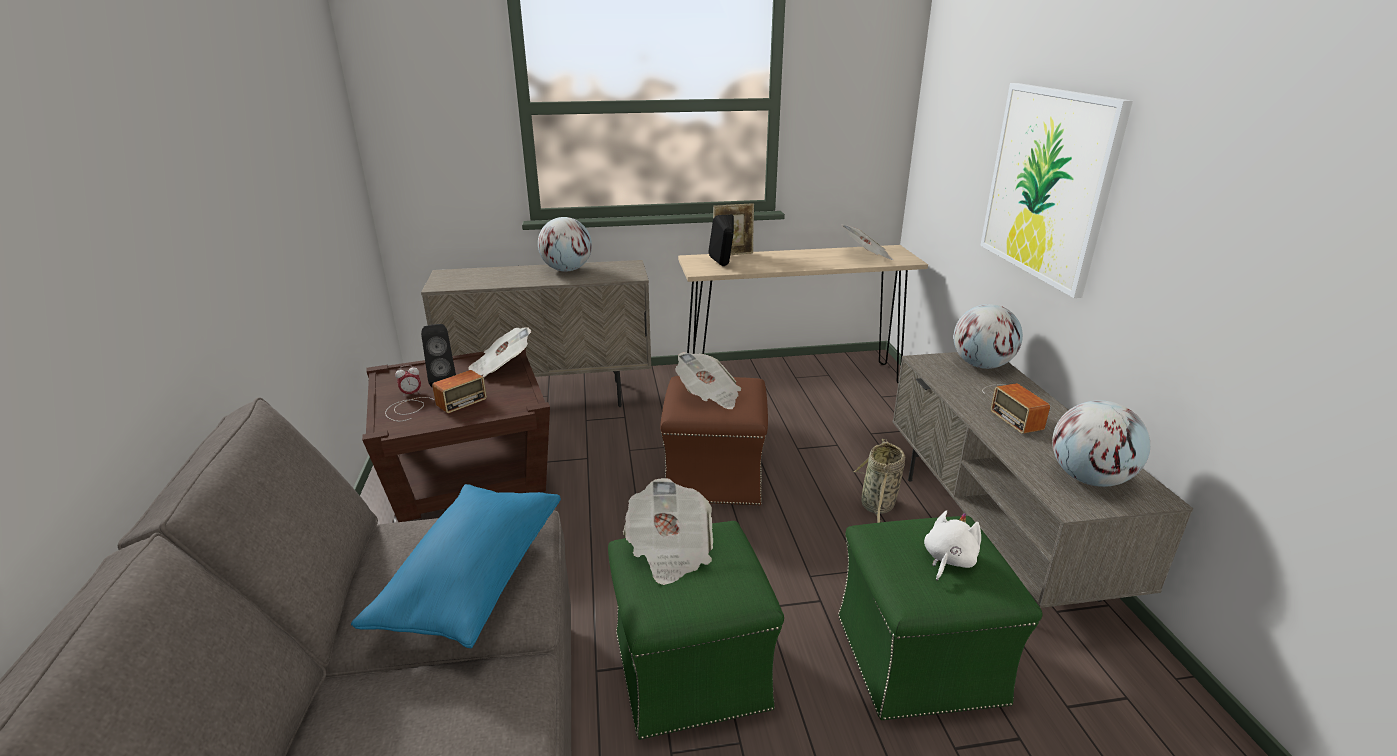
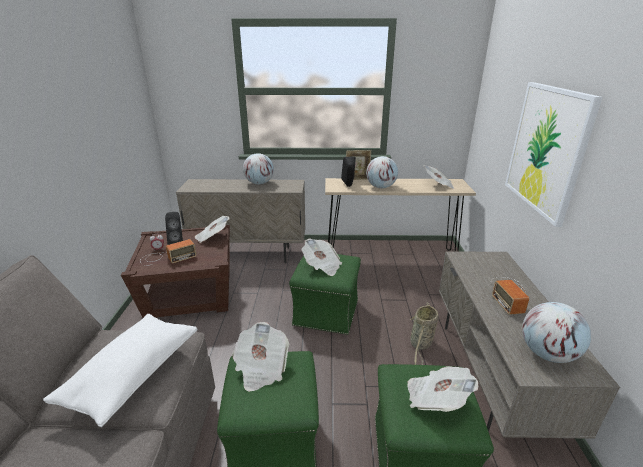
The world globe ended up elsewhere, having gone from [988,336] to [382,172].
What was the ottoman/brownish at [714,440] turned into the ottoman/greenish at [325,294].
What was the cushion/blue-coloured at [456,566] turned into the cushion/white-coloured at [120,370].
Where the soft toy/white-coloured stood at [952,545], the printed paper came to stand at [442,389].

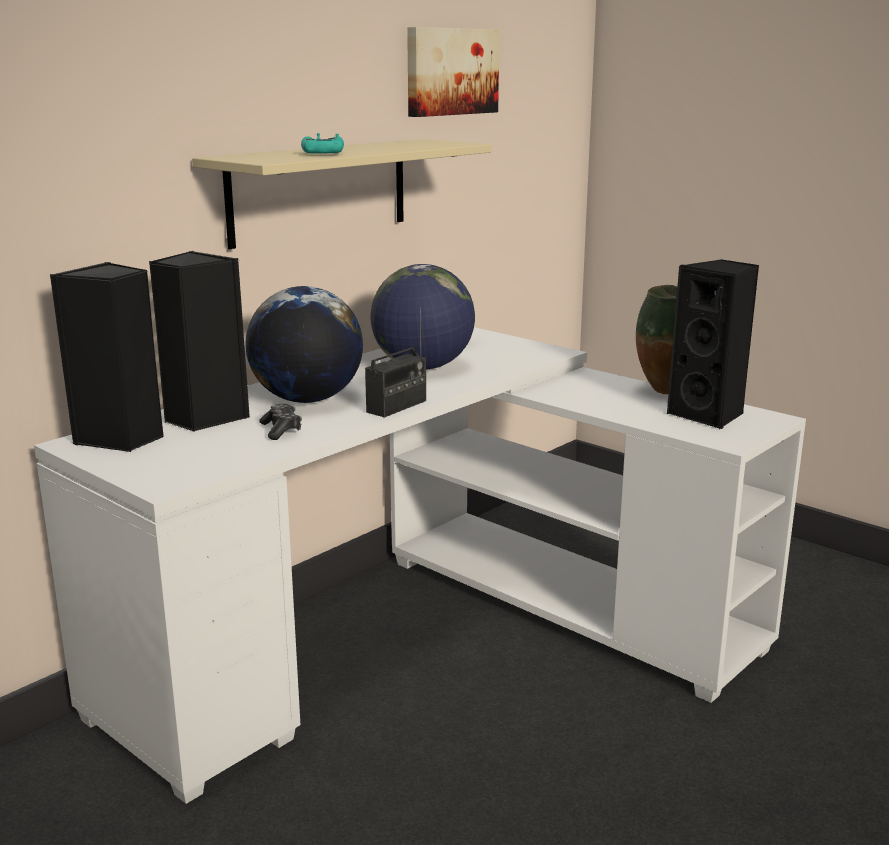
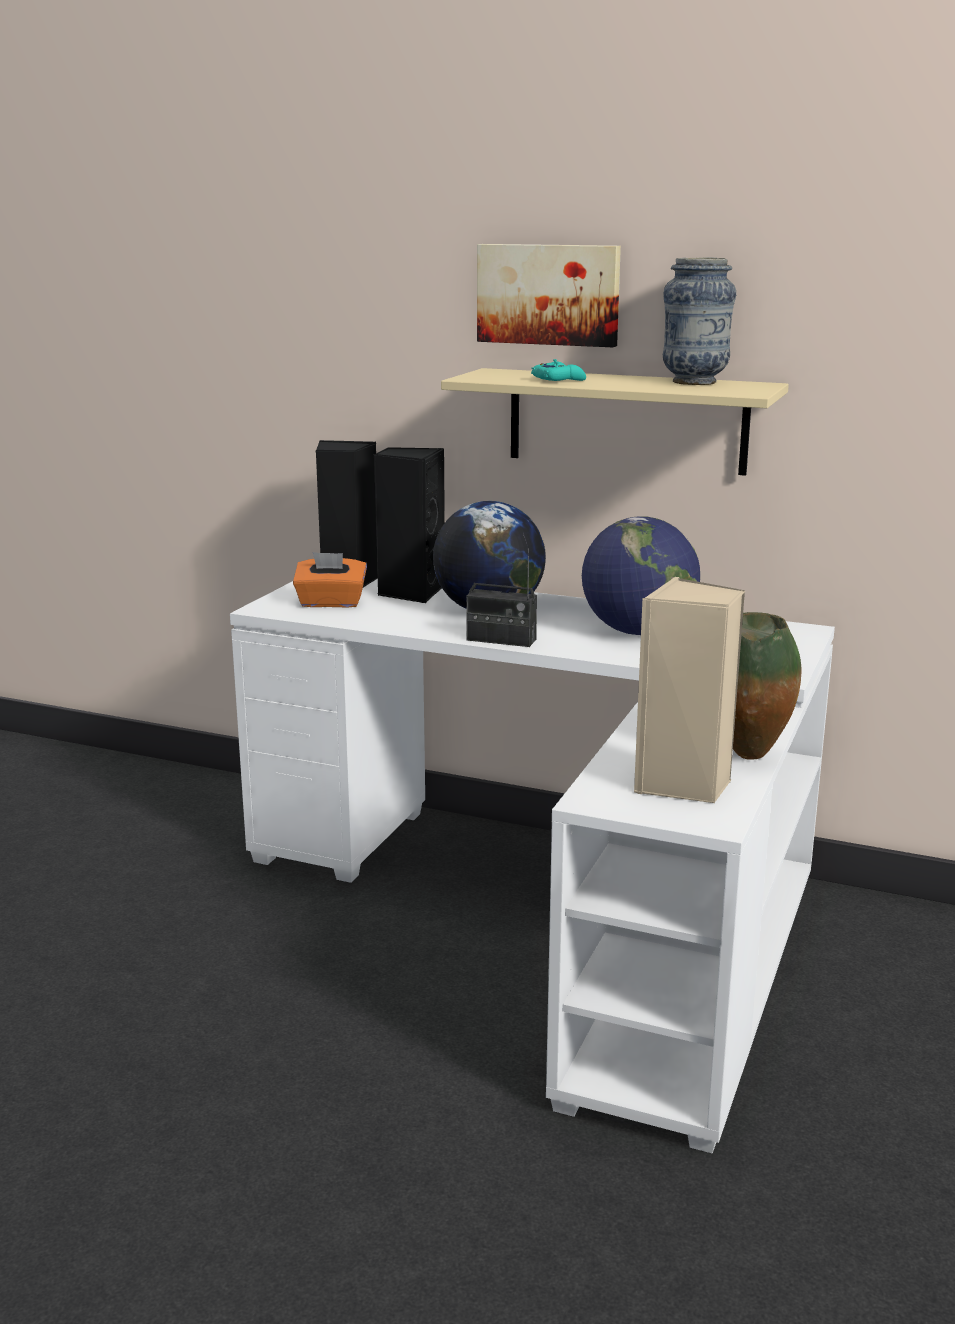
The picture ended up elsewhere, having gone from [453,72] to [549,295].
What was the audio speaker/black at [713,344] turned into the audio speaker/beige at [689,690].
The second view lost the game controller at [280,422].
The second view gained the flower vase at [699,321].
The second view gained the box of tissues/orange at [330,580].

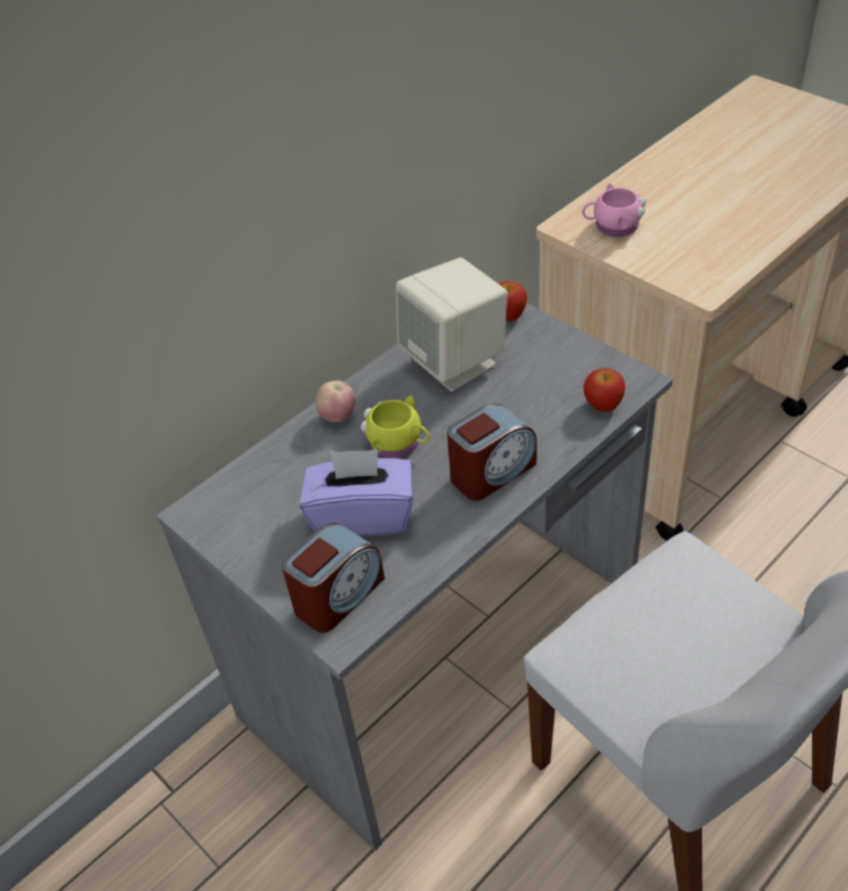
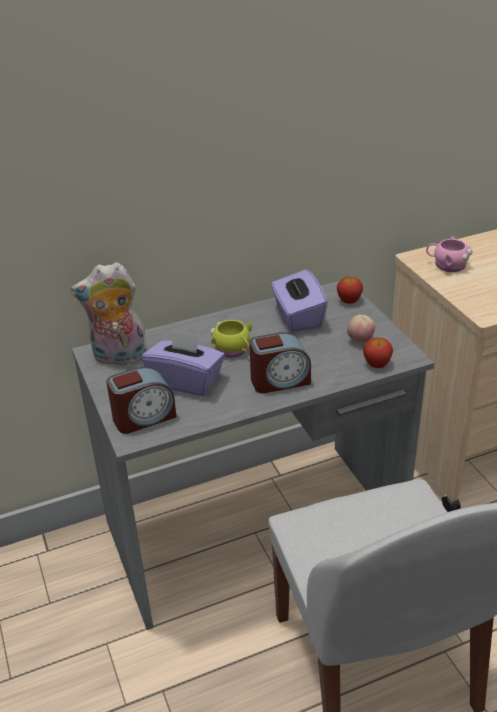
Where the audio speaker/beige stood at [452,324], the box of tissues/purple-coloured came to stand at [299,300].
The whole apple ended up elsewhere, having gone from [335,401] to [361,329].
The second view gained the soft toy at [109,314].

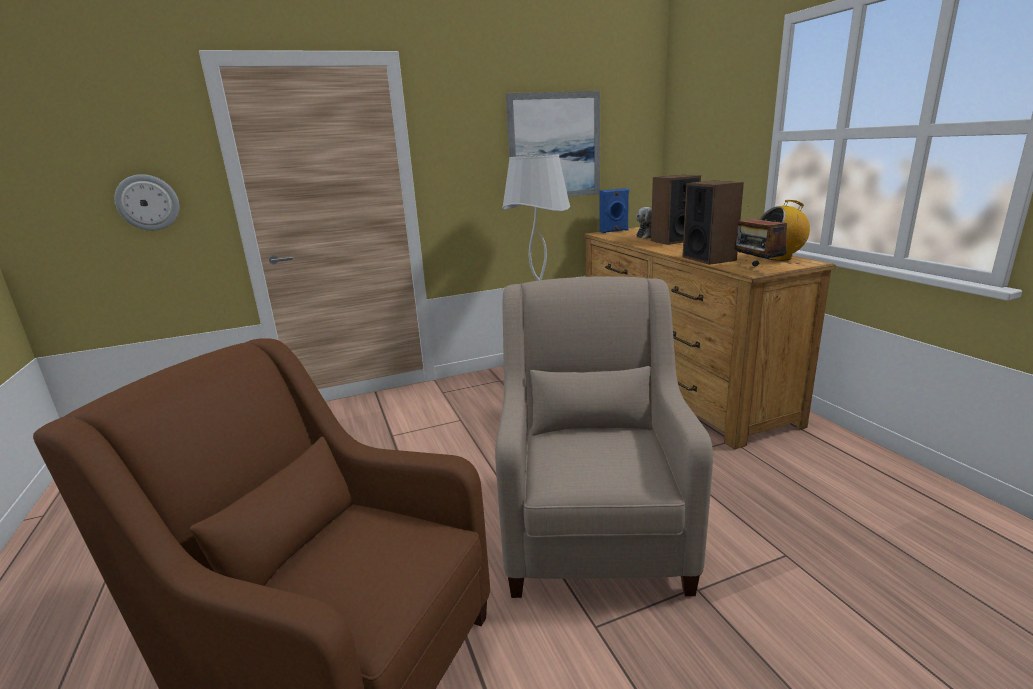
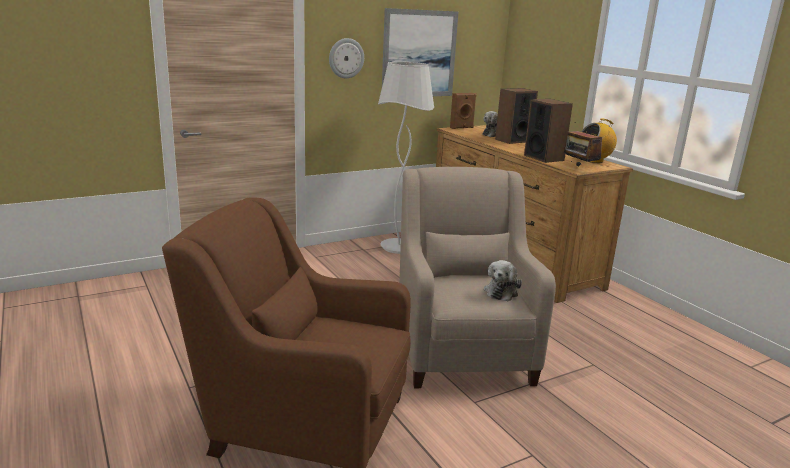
The clock on the wall ended up elsewhere, having gone from [146,202] to [346,58].
What was the audio speaker/blue-coloured at [614,210] turned into the audio speaker/brownish at [463,111].
The second view gained the soft toy at [503,281].

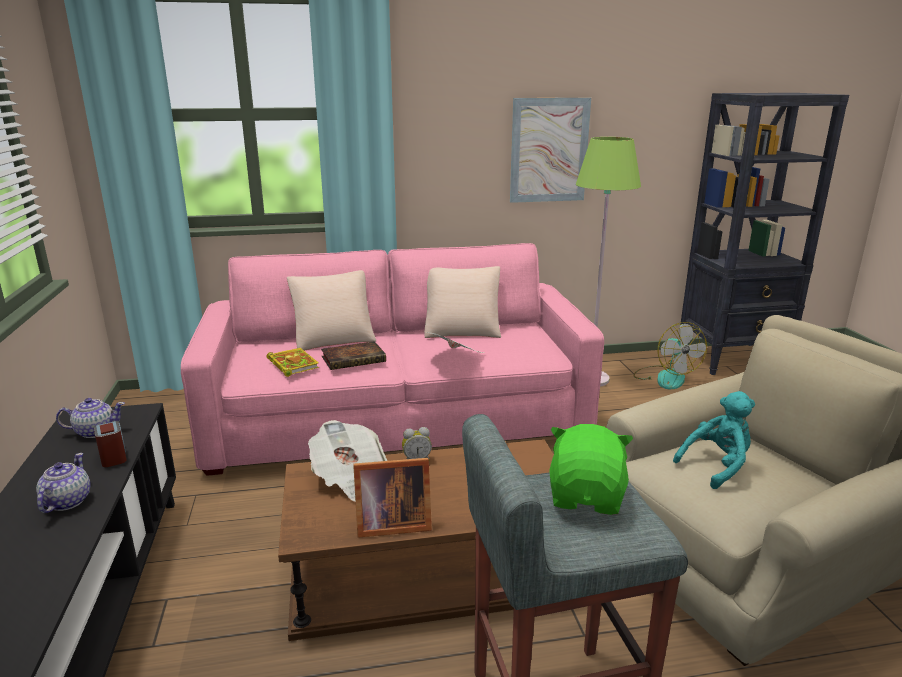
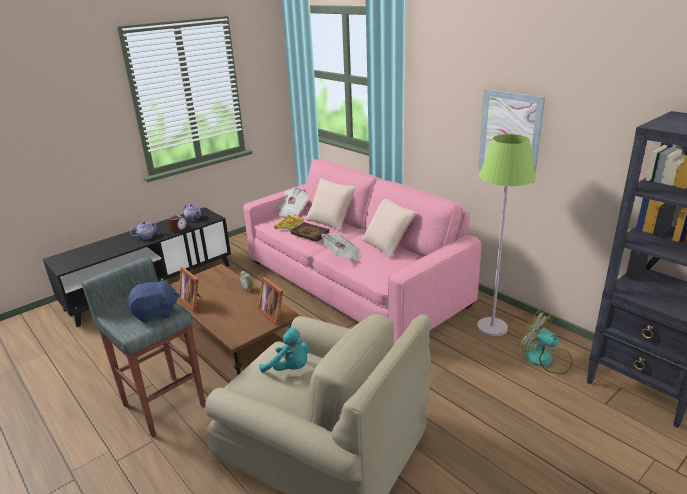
The fan at [670,356] ended up facing another way, 90 degrees clockwise from before.
The printed paper ended up elsewhere, having gone from [347,461] to [293,202].
What was the soft toy/greenish at [591,469] turned into the soft toy/blue-coloured at [154,300].
The second view gained the standing frame at [270,301].

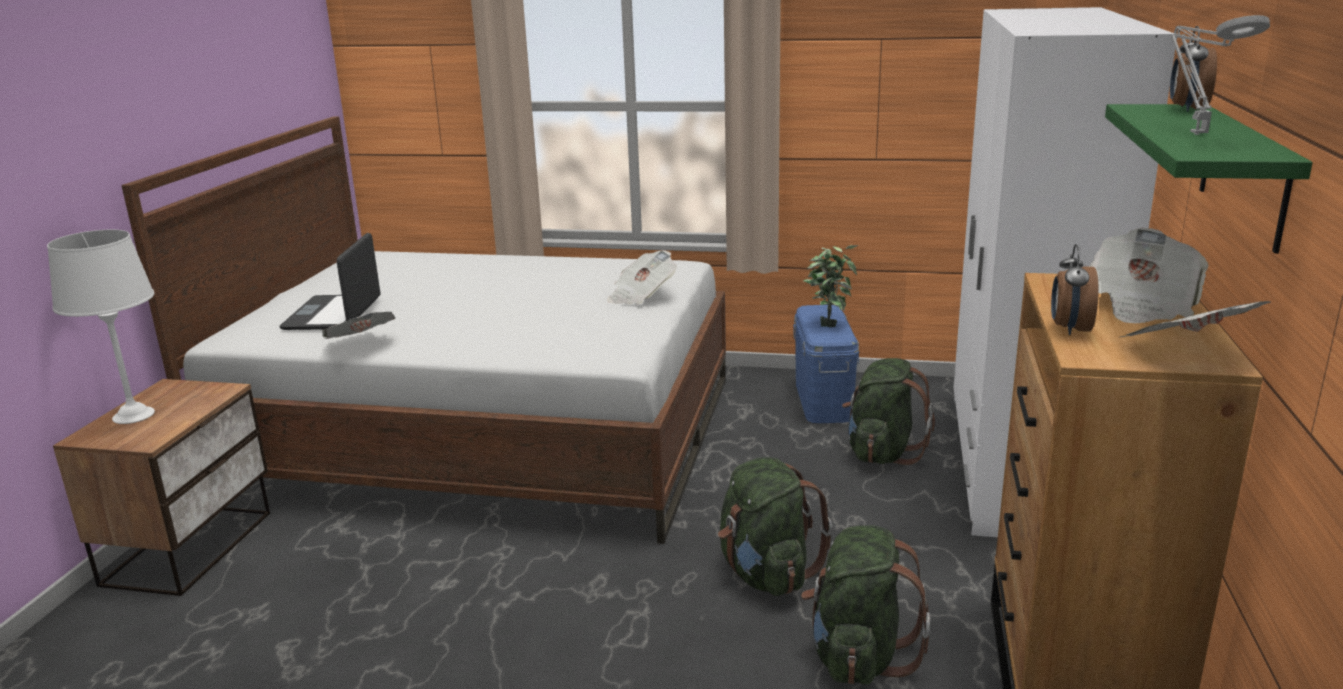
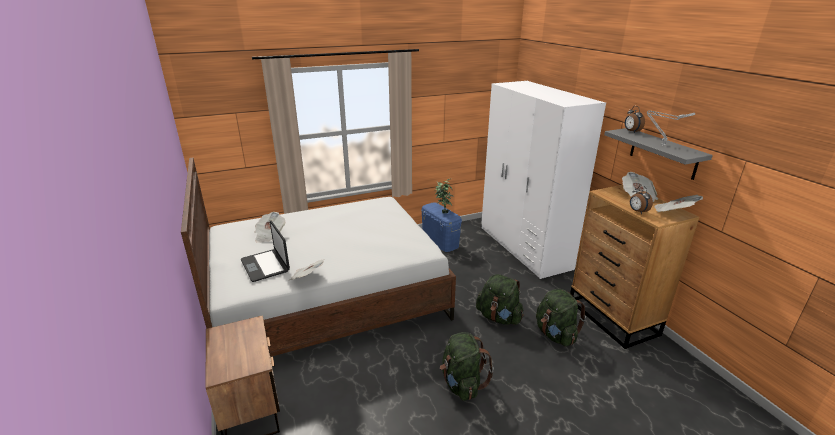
What was the bracket shelf/greenish at [1209,179] turned into the bracket shelf/greyish at [658,154].
The second view lost the lamp for a table/white-coloured at [101,327].
The printed paper ended up elsewhere, having gone from [642,277] to [269,227].
The rucksack/greenish ended up elsewhere, having gone from [888,411] to [467,366].

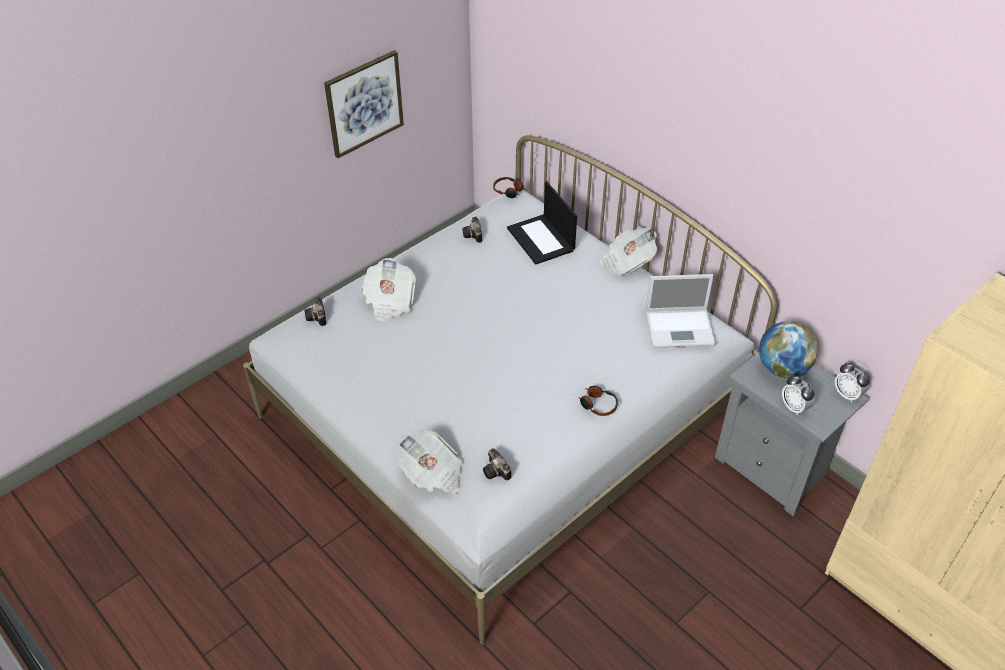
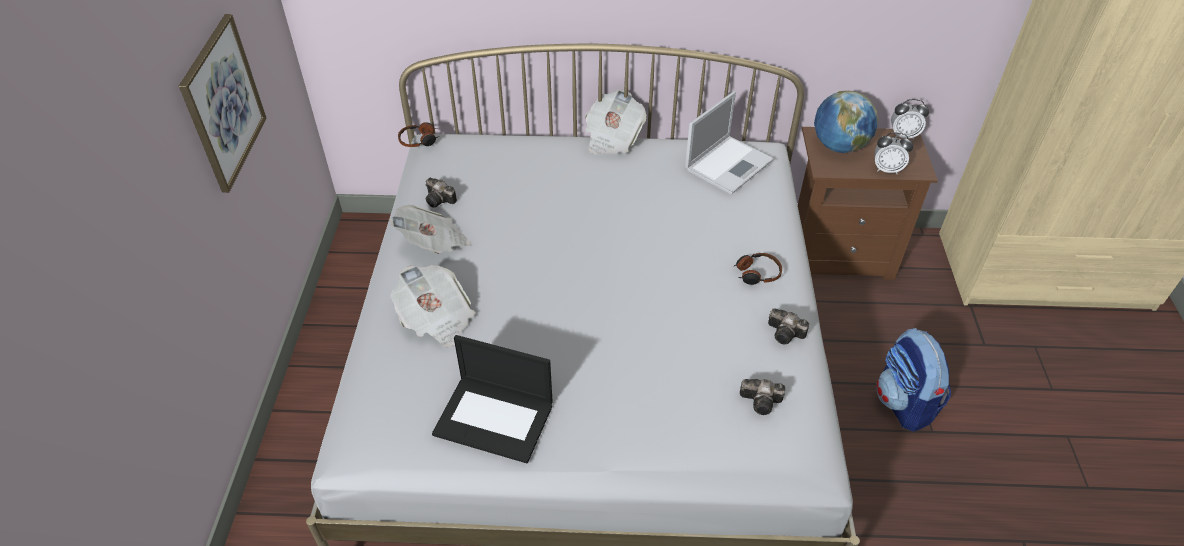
The portable computer ended up elsewhere, having gone from [542,223] to [492,399].
The photo camera ended up elsewhere, having gone from [315,311] to [788,326].
What was the night table/greyish at [792,434] turned into the night table/brownish at [868,203].
The printed paper ended up elsewhere, having gone from [430,462] to [430,229].
The second view gained the rucksack at [913,380].

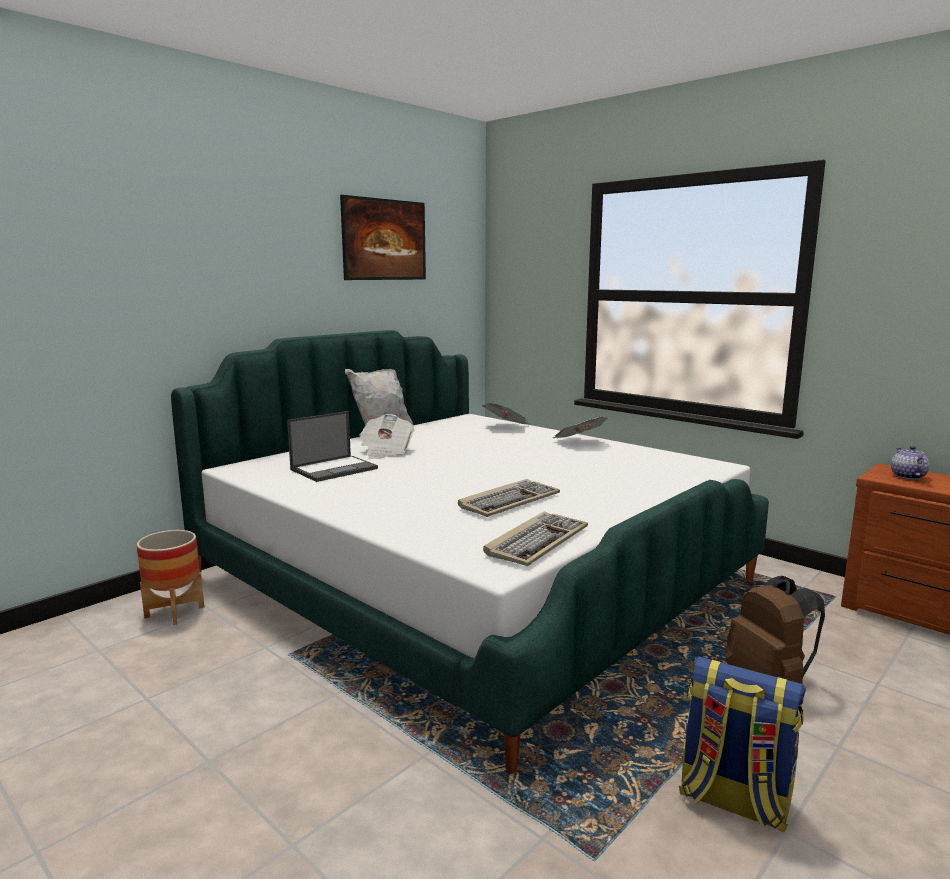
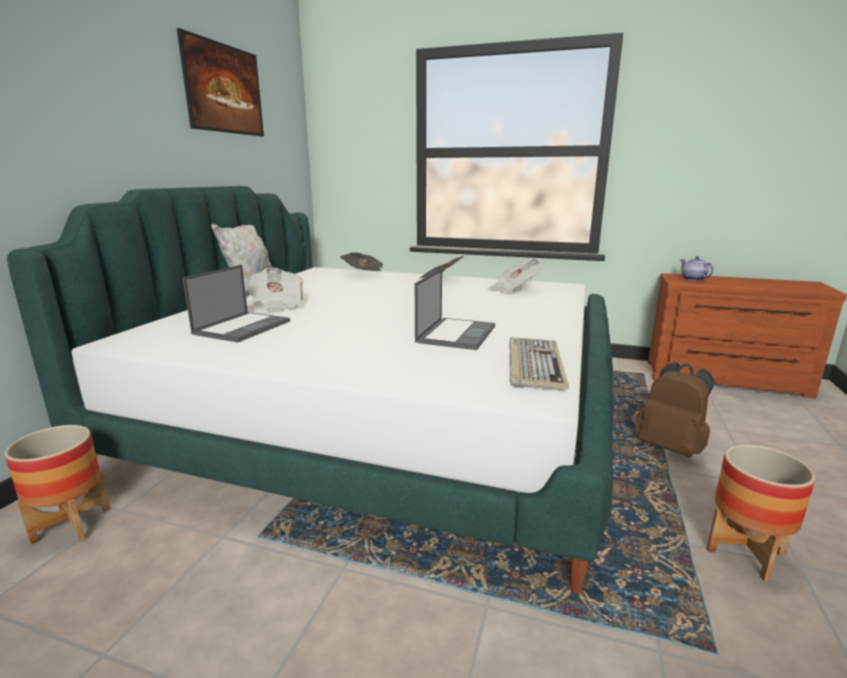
Where the keyboard stood at [509,498], the portable computer came to stand at [455,309].
Where the rucksack stood at [742,744], the planter came to stand at [760,512].
The second view gained the printed paper at [514,275].

